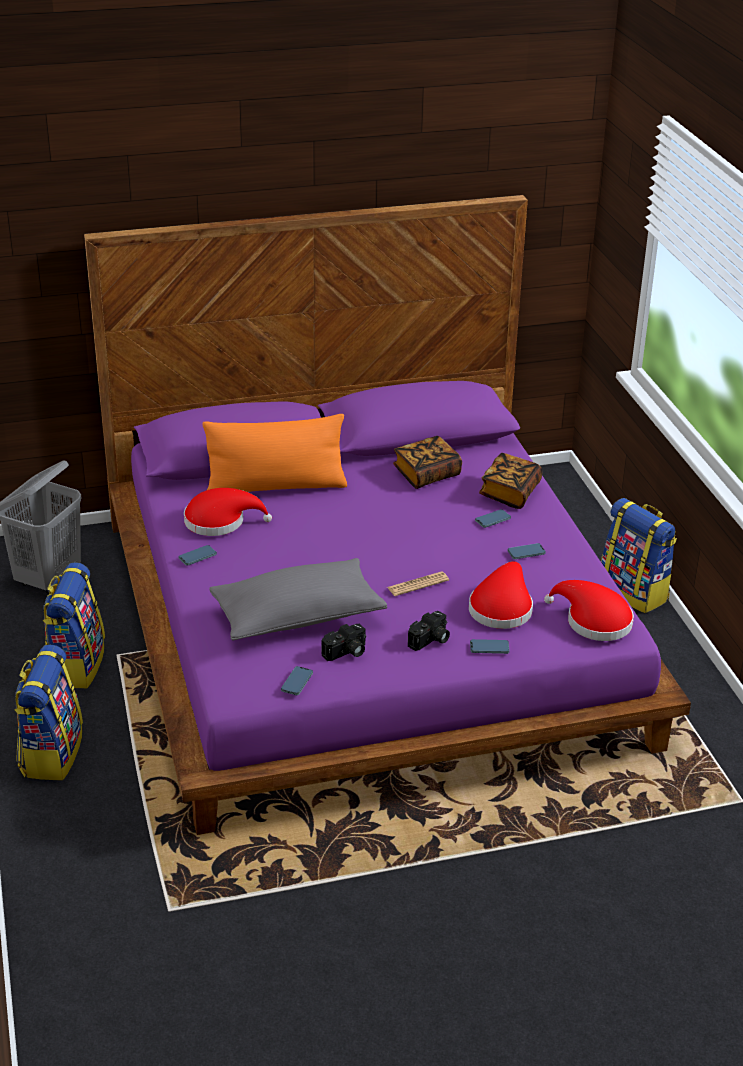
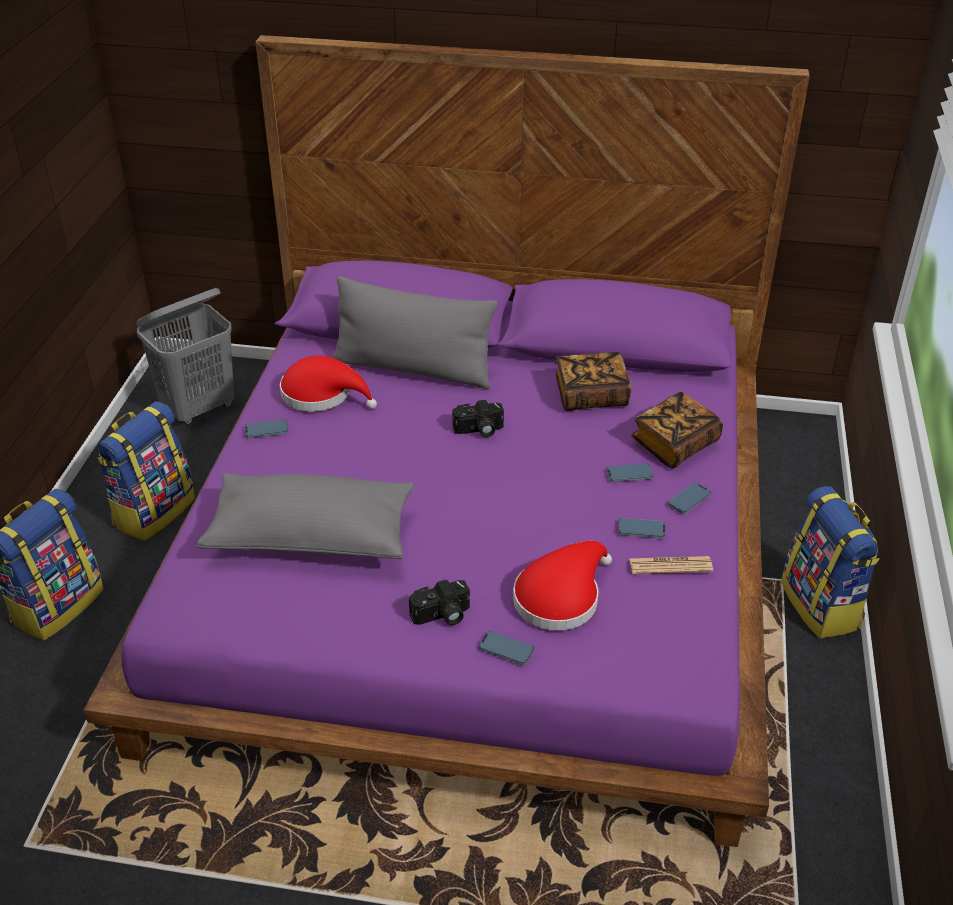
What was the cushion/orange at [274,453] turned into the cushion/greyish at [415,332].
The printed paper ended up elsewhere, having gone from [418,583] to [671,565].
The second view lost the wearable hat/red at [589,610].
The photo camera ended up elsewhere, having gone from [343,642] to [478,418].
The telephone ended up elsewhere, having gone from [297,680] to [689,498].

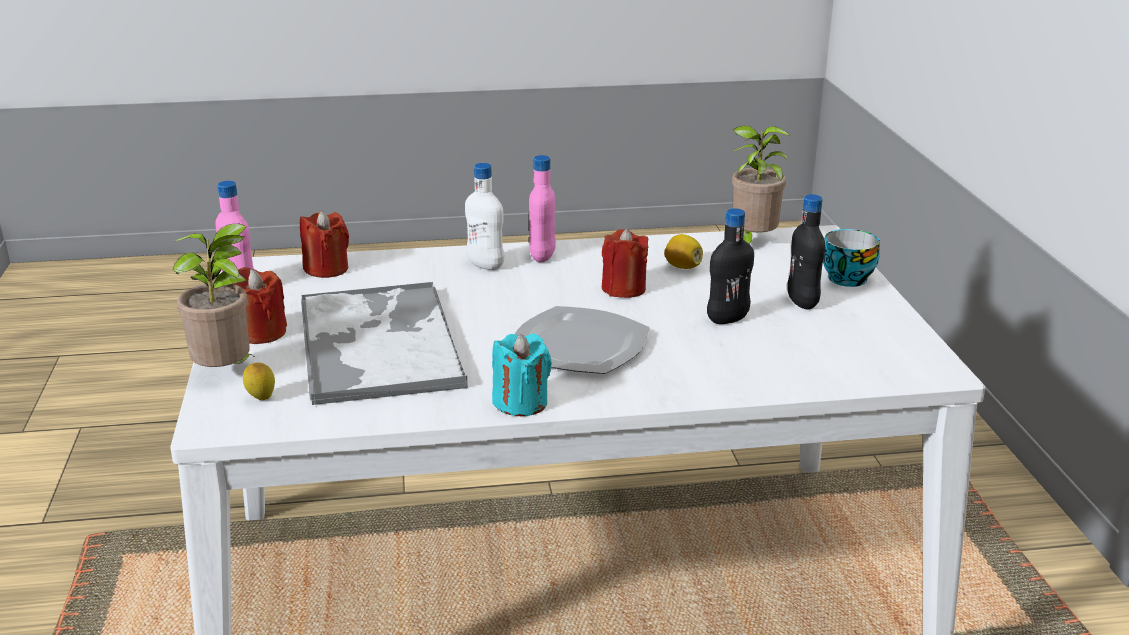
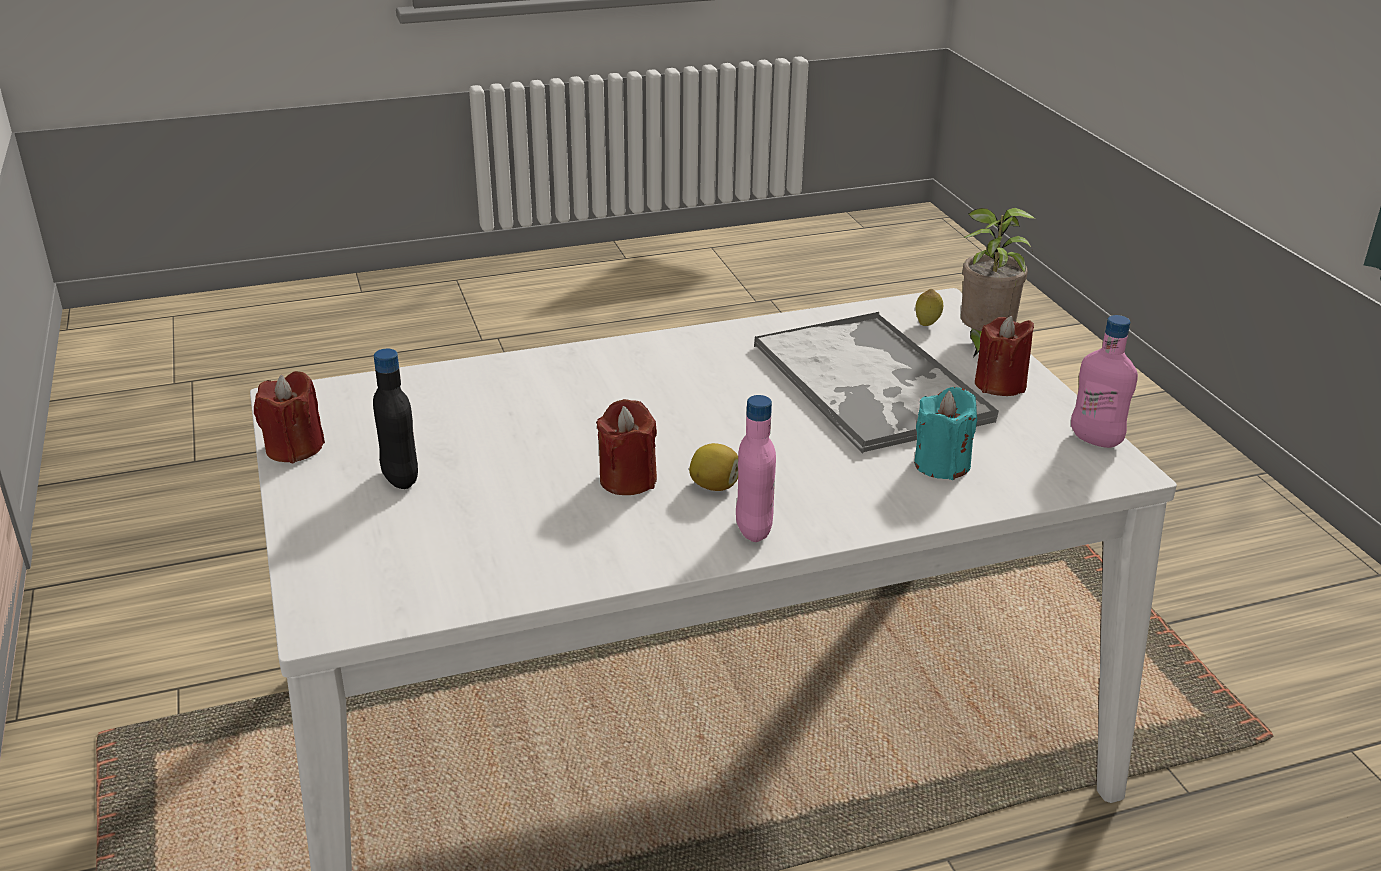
The second view lost the potted plant at [761,184].
The second view lost the beverage bottle/white-coloured at [485,216].
The second view lost the beverage bottle/black at [730,266].
The wax candle/red ended up elsewhere, having gone from [324,244] to [289,417].
The second view lost the cup at [851,258].
The whole lemon ended up elsewhere, having gone from [683,251] to [713,467].
The second view lost the plate at [582,340].
The wax candle/blue-green ended up elsewhere, having gone from [522,375] to [945,433].

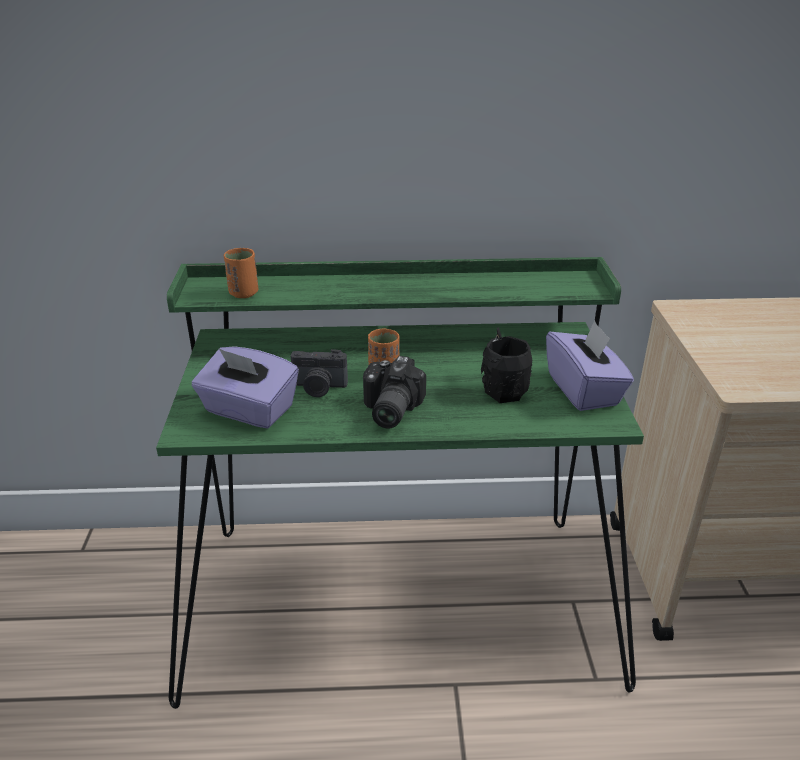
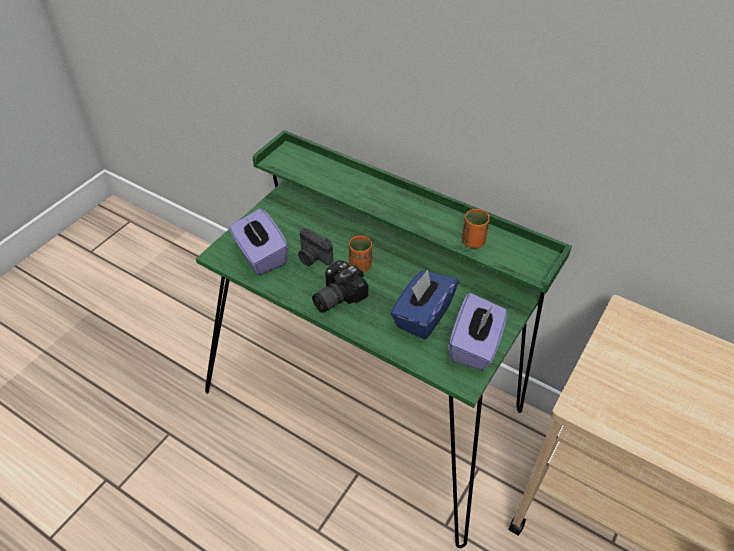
The cup/orange ended up elsewhere, having gone from [241,273] to [475,228].
Where the coffee mug/black stood at [506,365], the box of tissues/blue-coloured came to stand at [424,304].

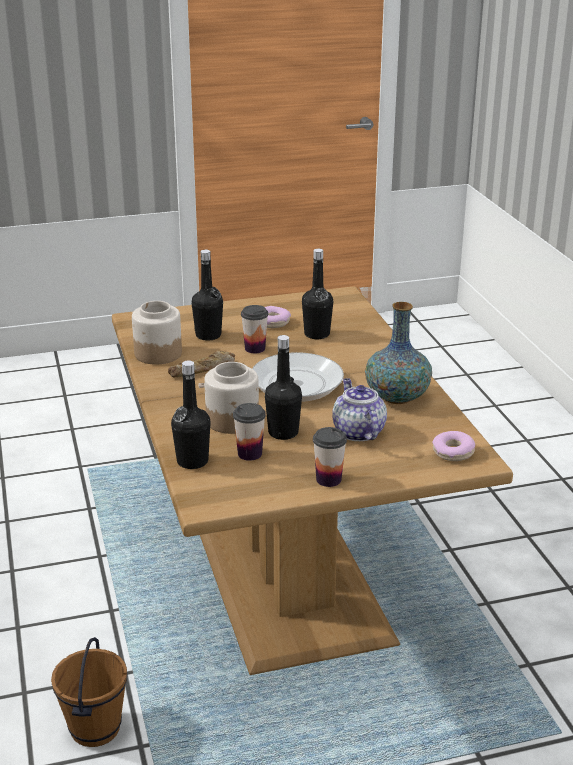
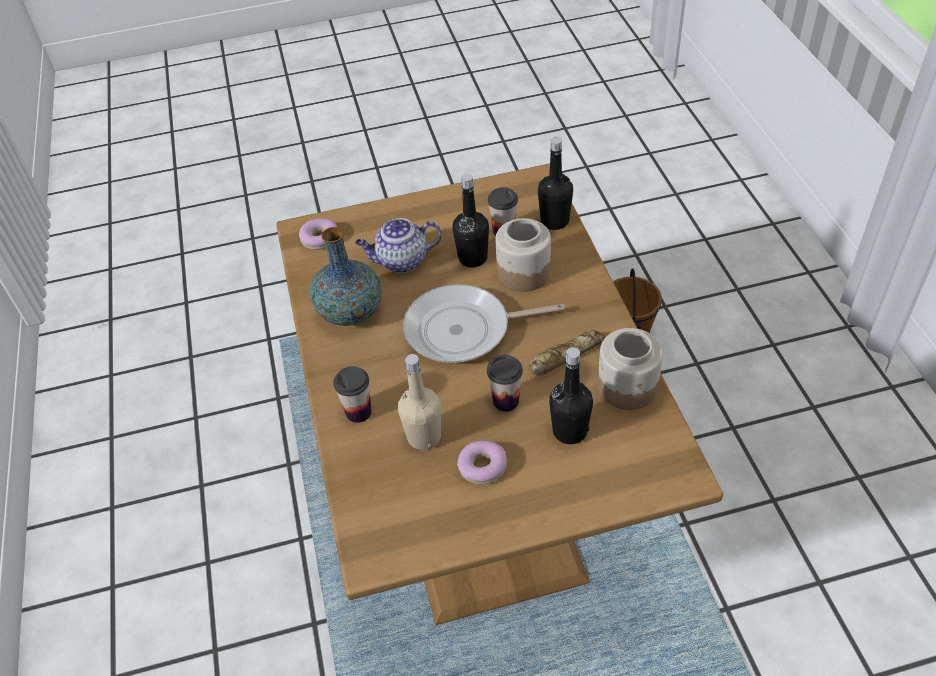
What was the beverage bottle/black at [317,294] turned into the beverage bottle/beige at [419,402].
The teapot at [359,409] ended up facing another way, 90 degrees clockwise from before.
The cup ended up elsewhere, having gone from [330,457] to [352,394].

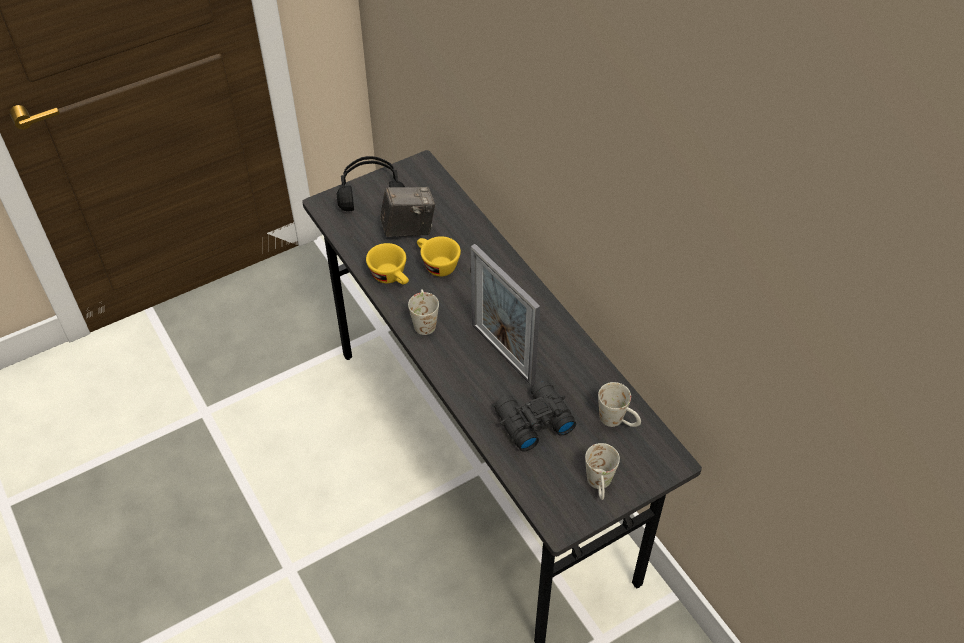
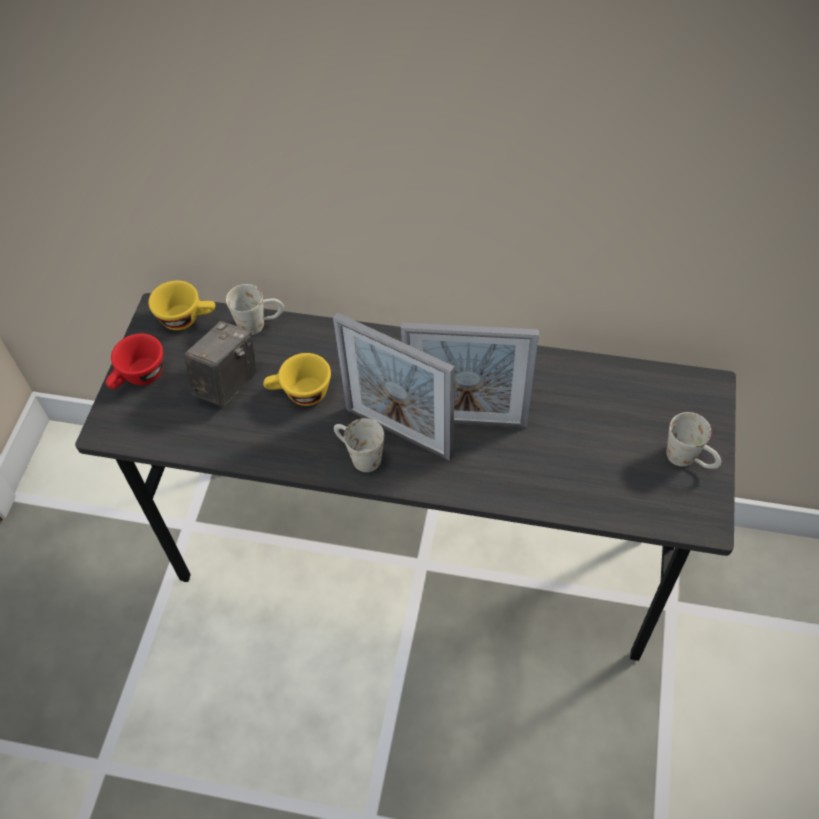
Where the pair of headphones/black stood at [371,183], the cup/red came to stand at [134,361].
The cup/yellow ended up elsewhere, having gone from [387,263] to [182,305].
The second view lost the field glasses/black at [535,415].
The coffee mug/white-coloured ended up elsewhere, having gone from [619,404] to [255,309].
The second view gained the standing frame at [394,387].

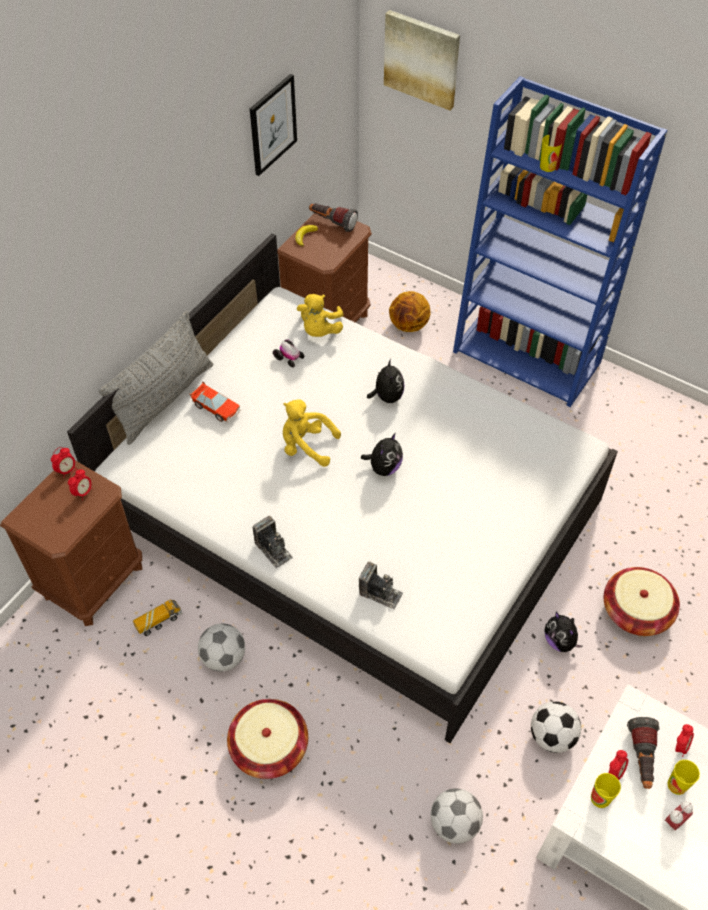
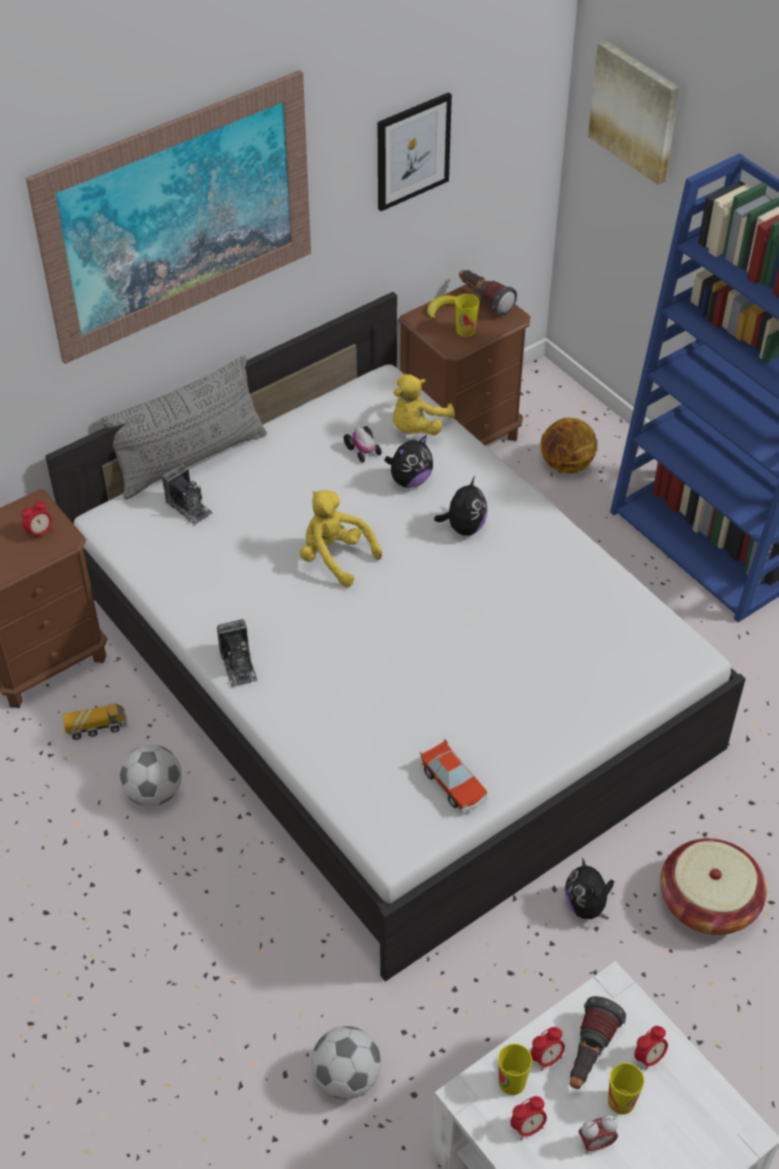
The cup ended up elsewhere, having gone from [551,153] to [467,315].
The toy car ended up elsewhere, having gone from [215,402] to [454,775].
The soft toy ended up elsewhere, having gone from [382,454] to [408,461].
The table clock ended up elsewhere, having gone from [63,462] to [528,1118].
The photo camera ended up elsewhere, having gone from [381,586] to [187,494].
The second view lost the storage basket at [267,739].
The second view lost the football at [556,727].
The second view gained the picture at [168,217].

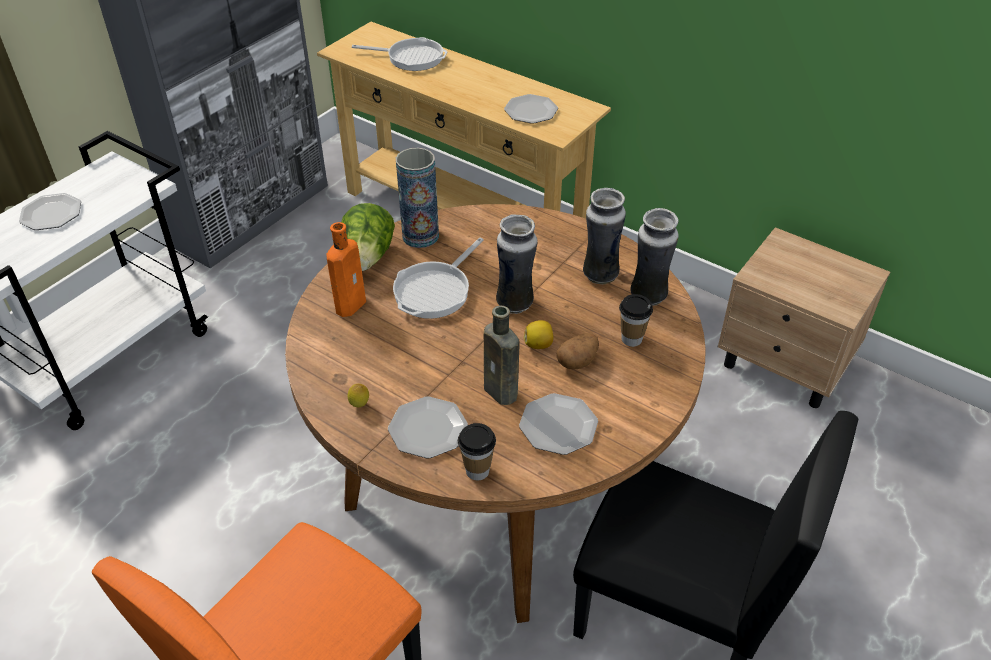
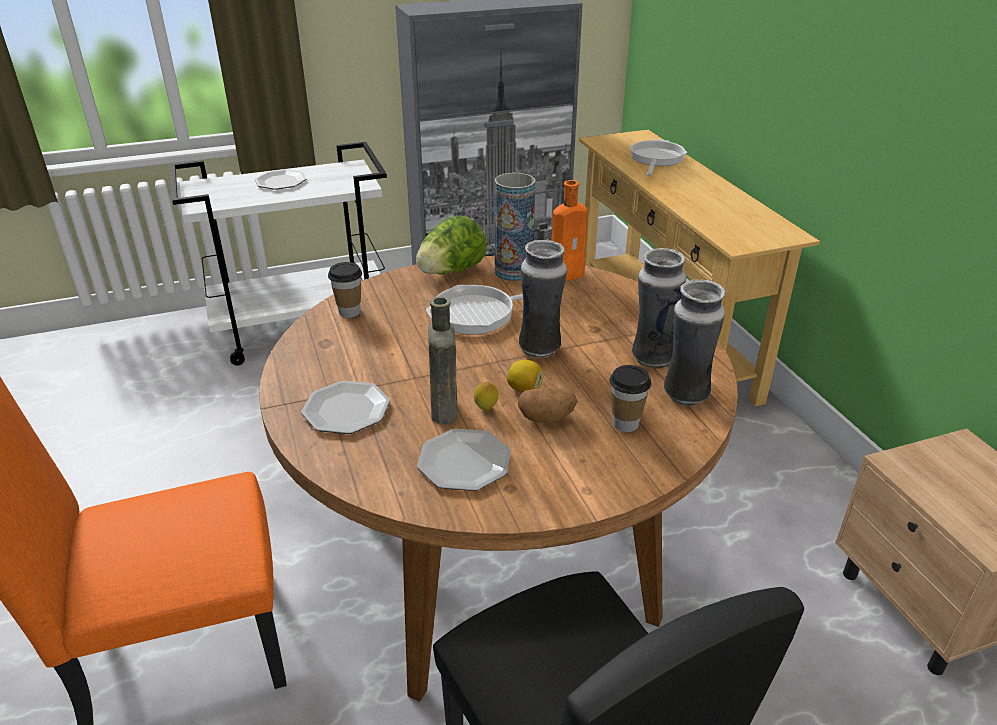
The pan at [400,54] ended up facing another way, 120 degrees counterclockwise from before.
The second view lost the plate at [531,109].
The beverage bottle/orange ended up elsewhere, having gone from [346,269] to [570,230].
The whole lemon ended up elsewhere, having gone from [358,395] to [486,396].
The cup ended up elsewhere, having gone from [477,452] to [345,290].

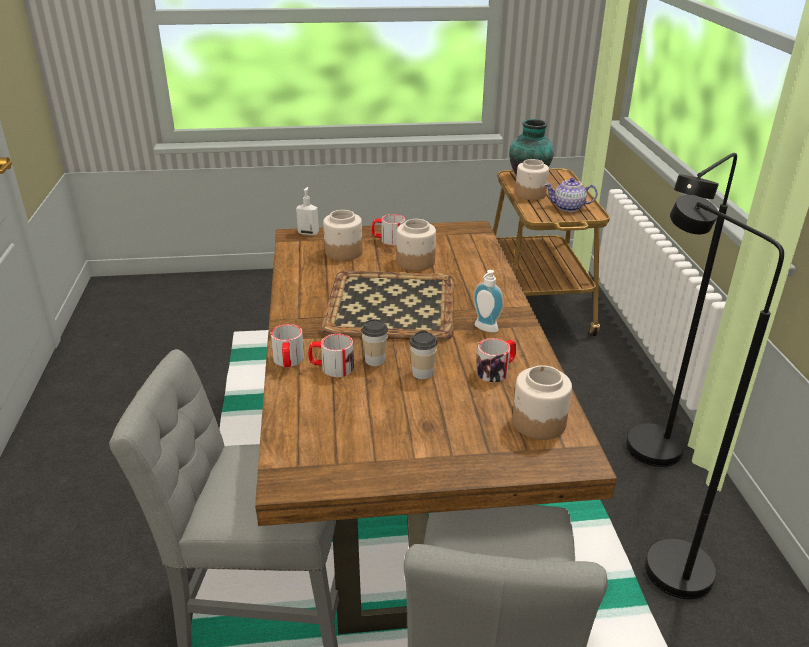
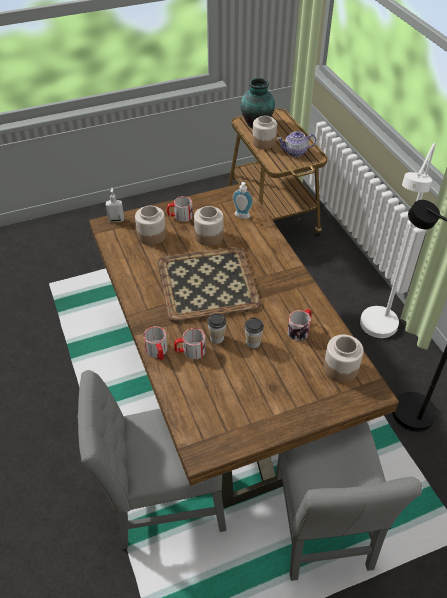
What was the floor lamp/black at [681,310] turned into the floor lamp/white-coloured at [398,240].
The soap dispenser ended up elsewhere, having gone from [488,301] to [243,200].

